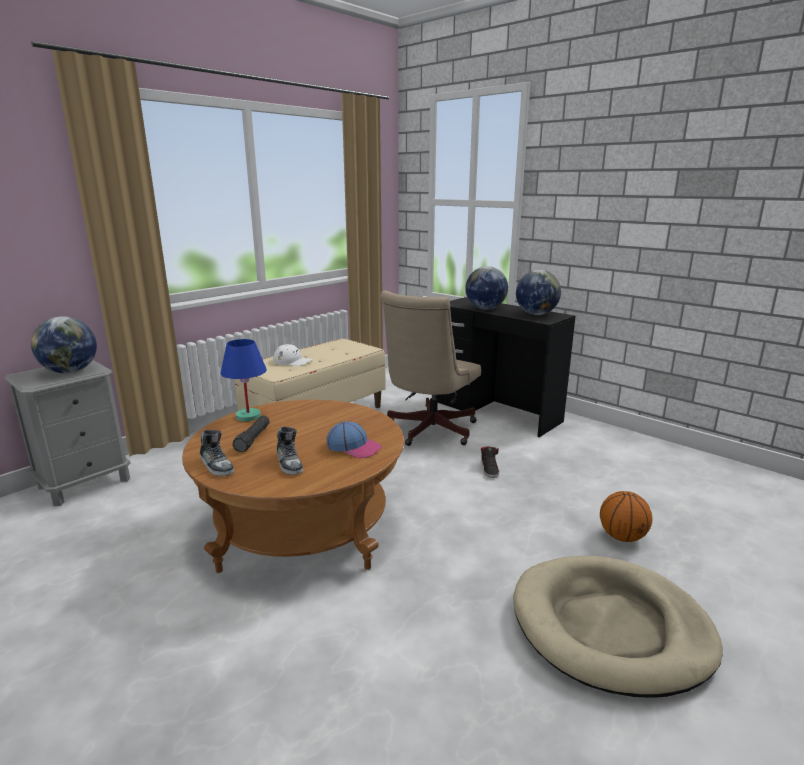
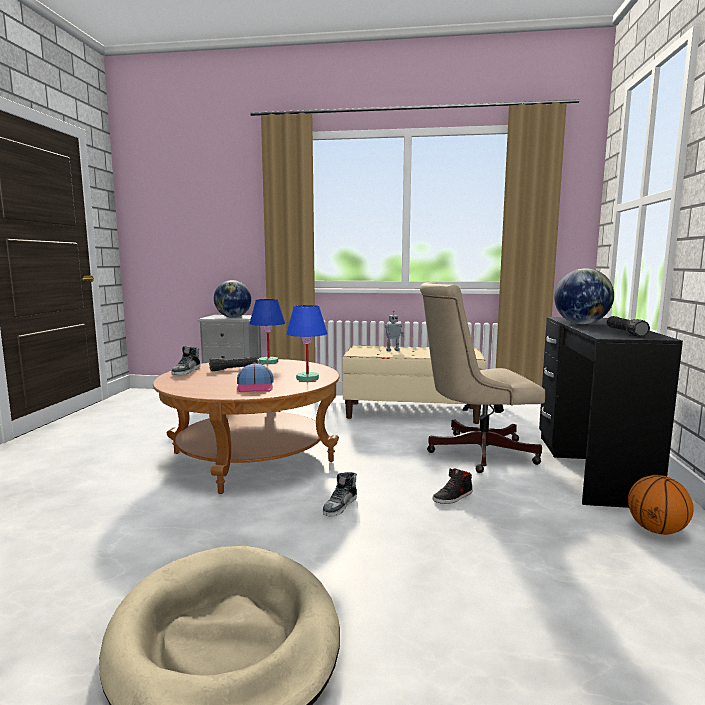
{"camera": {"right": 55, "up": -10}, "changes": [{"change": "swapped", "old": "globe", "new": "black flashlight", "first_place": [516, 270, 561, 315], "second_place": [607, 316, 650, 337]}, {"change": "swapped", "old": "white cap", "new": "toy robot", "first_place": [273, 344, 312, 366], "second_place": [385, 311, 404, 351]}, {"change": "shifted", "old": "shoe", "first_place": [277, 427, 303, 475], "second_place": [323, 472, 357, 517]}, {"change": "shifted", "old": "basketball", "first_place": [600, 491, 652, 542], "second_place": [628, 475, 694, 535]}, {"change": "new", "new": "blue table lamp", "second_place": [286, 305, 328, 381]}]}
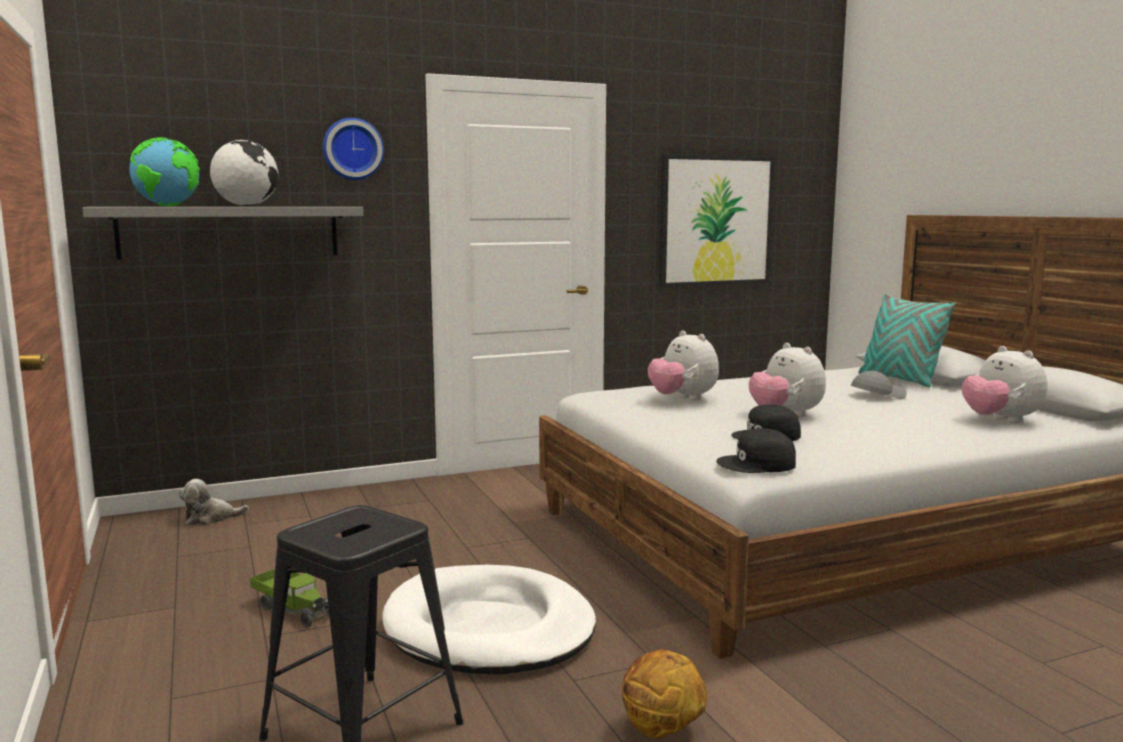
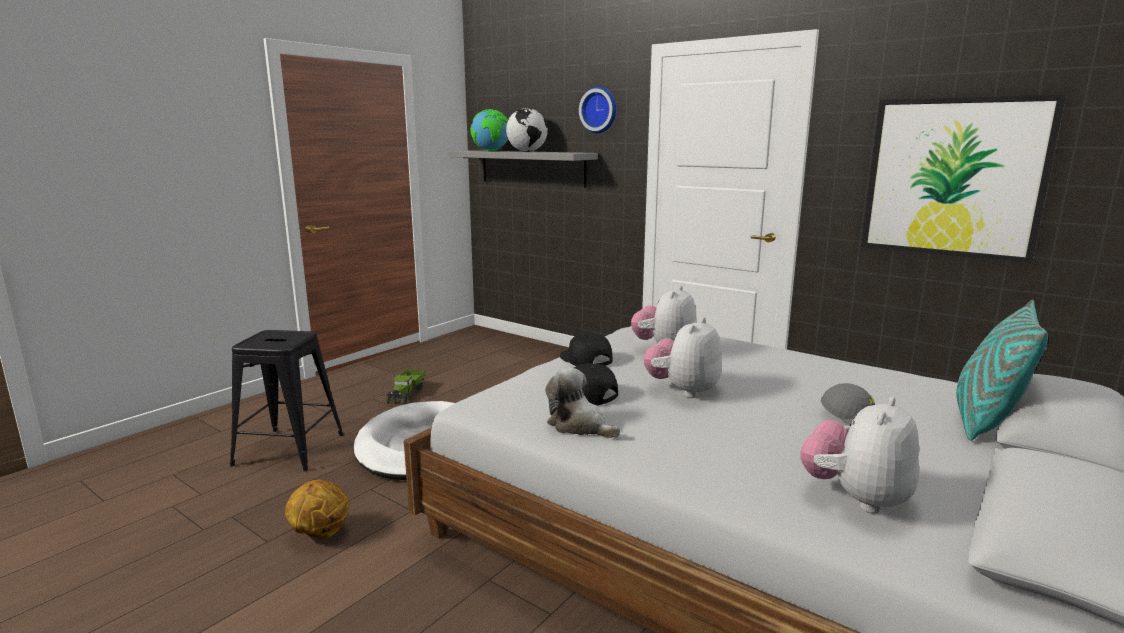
{"camera": {"right": 60, "up": 5}, "changes": [{"change": "shifted", "old": "black cap", "first_place": [716, 428, 796, 473], "second_place": [560, 333, 613, 366]}, {"change": "shifted", "old": "plush toy", "first_place": [179, 479, 249, 525], "second_place": [545, 367, 620, 438]}]}
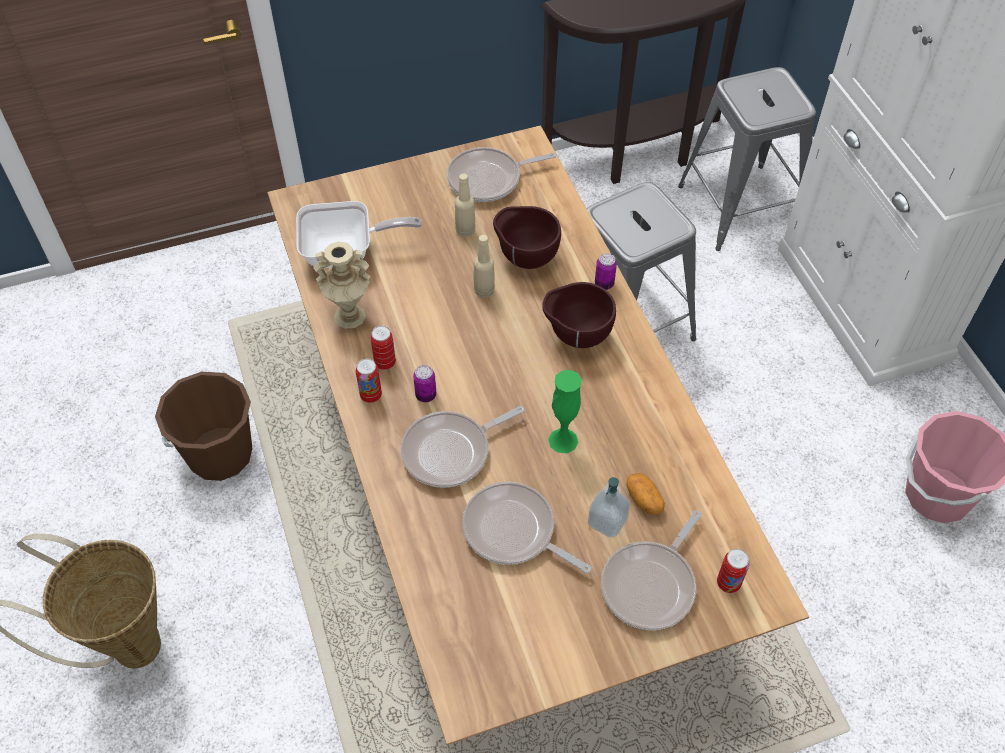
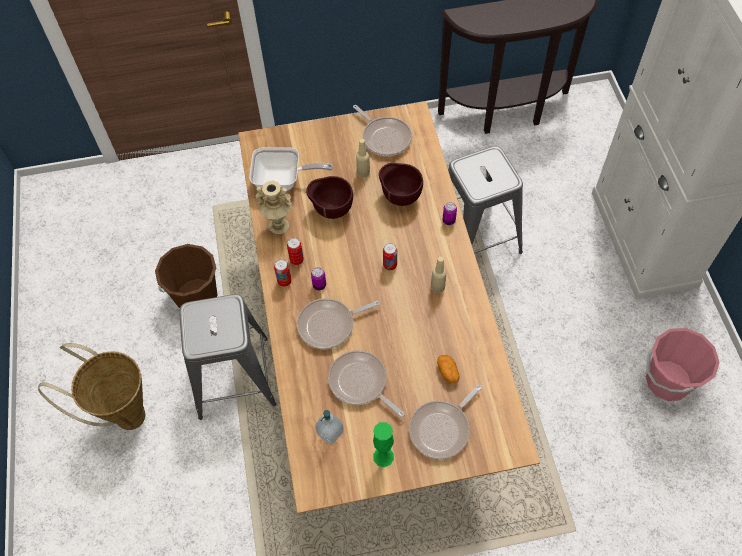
{"camera": {"right": 10, "up": 5}, "changes": [{"change": "shifted", "old": "grey stool", "first_place": [678, 67, 816, 251], "second_place": [179, 294, 276, 420]}, {"change": "rotated", "old": "frying pan", "first_place": [447, 147, 556, 202], "second_place": [353, 105, 412, 156], "degrees": -120}, {"change": "shifted", "old": "beige bottle", "first_place": [473, 235, 495, 298], "second_place": [431, 256, 447, 293]}, {"change": "shifted", "old": "brown bowl", "first_place": [542, 282, 616, 348], "second_place": [306, 176, 353, 219]}, {"change": "shifted", "old": "green vase", "first_place": [548, 370, 582, 453], "second_place": [373, 422, 394, 467]}, {"change": "shifted", "old": "soap dispenser", "first_place": [588, 477, 630, 538], "second_place": [315, 410, 344, 445]}, {"change": "shifted", "old": "can", "first_place": [717, 549, 750, 593], "second_place": [383, 243, 397, 271]}]}
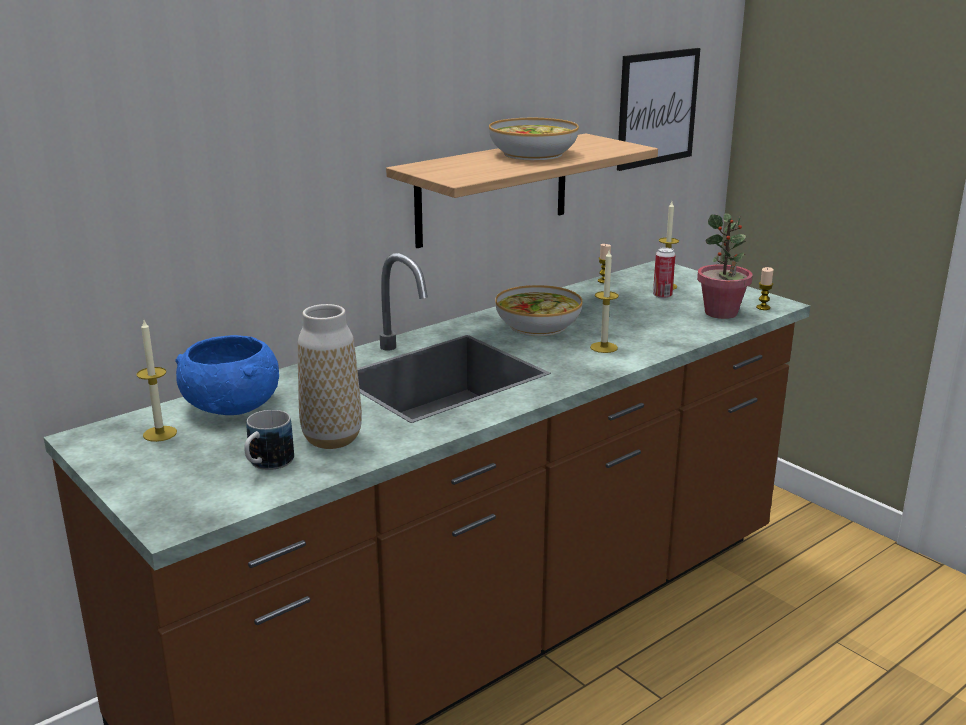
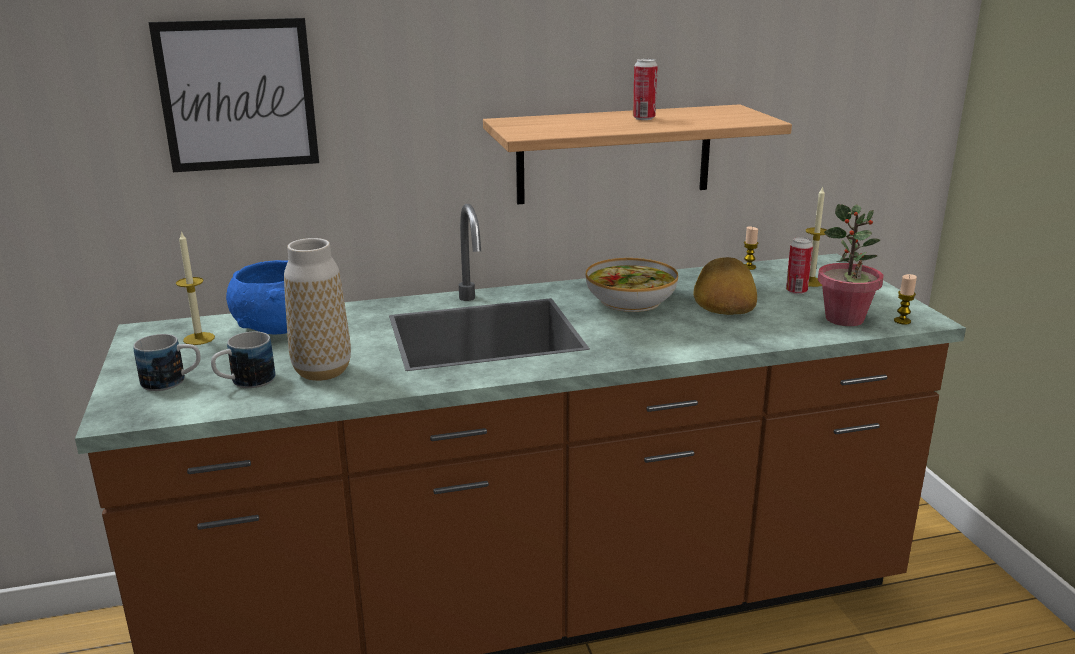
{"camera": {"right": 25, "up": 0}, "changes": [{"change": "shifted", "old": "picture", "first_place": [617, 48, 700, 171], "second_place": [149, 18, 319, 172]}, {"change": "swapped", "old": "bowl", "new": "can", "first_place": [489, 118, 579, 161], "second_place": [633, 59, 658, 120]}, {"change": "gone", "old": "candle", "first_place": [590, 250, 619, 353]}, {"change": "new", "new": "bread", "second_place": [693, 257, 757, 315]}, {"change": "new", "new": "mug", "second_place": [133, 334, 201, 391]}]}
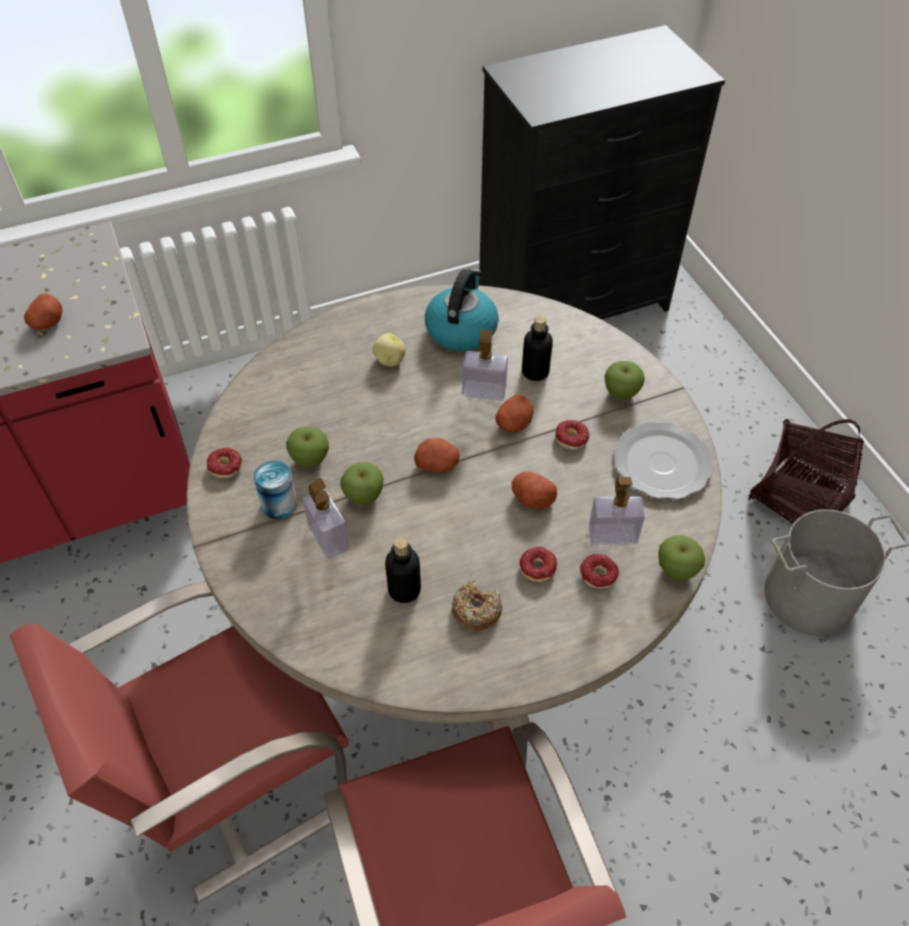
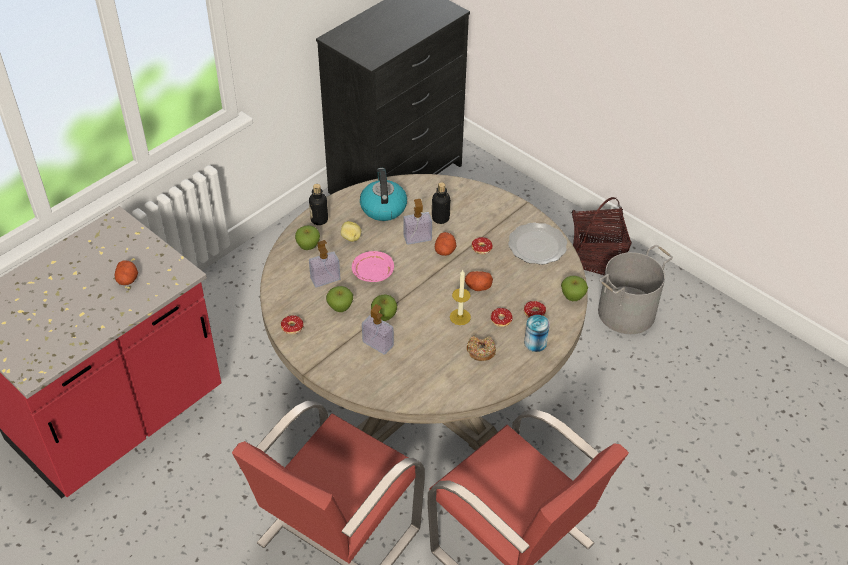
{"camera": {"right": -25, "up": -5}, "changes": [{"change": "shifted", "old": "apple", "first_place": [604, 361, 645, 400], "second_place": [295, 225, 320, 250]}, {"change": "gone", "old": "potato", "first_place": [414, 438, 460, 472]}, {"change": "shifted", "old": "can", "first_place": [253, 461, 298, 519], "second_place": [524, 315, 550, 352]}, {"change": "shifted", "old": "soap dispenser", "first_place": [589, 477, 645, 545], "second_place": [309, 240, 340, 287]}, {"change": "shifted", "old": "bottle", "first_place": [385, 537, 421, 603], "second_place": [309, 184, 328, 225]}, {"change": "new", "new": "pink plate", "second_place": [352, 251, 394, 282]}, {"change": "new", "new": "candle", "second_place": [450, 270, 471, 325]}]}
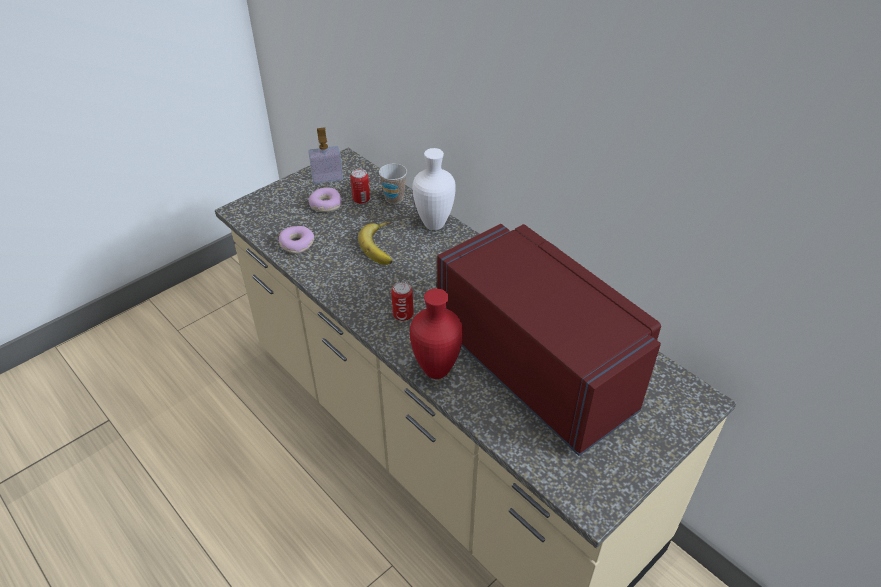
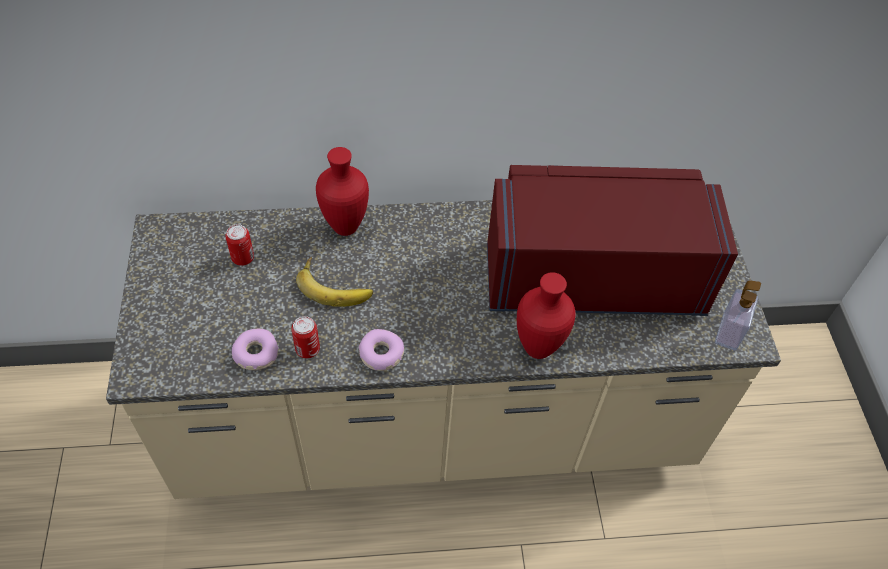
{"camera": {"right": -55, "up": 10}, "changes": [{"change": "shifted", "old": "soap dispenser", "first_place": [308, 127, 343, 184], "second_place": [715, 281, 761, 351]}, {"change": "repainted", "old": "white vase", "new": "red vase", "first_place": [413, 148, 456, 230], "second_place": [316, 147, 369, 236]}, {"change": "gone", "old": "cup", "first_place": [379, 163, 407, 204]}, {"change": "shifted", "old": "donut", "first_place": [309, 188, 342, 212], "second_place": [359, 329, 404, 371]}, {"change": "shifted", "old": "can", "first_place": [391, 282, 413, 321], "second_place": [291, 316, 320, 358]}]}
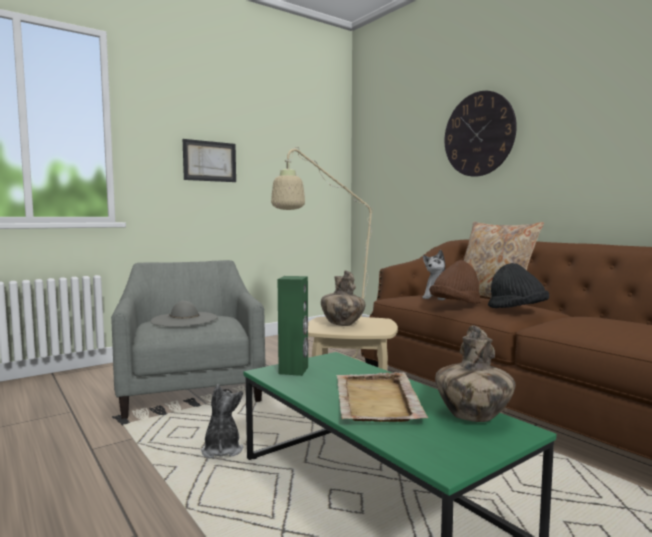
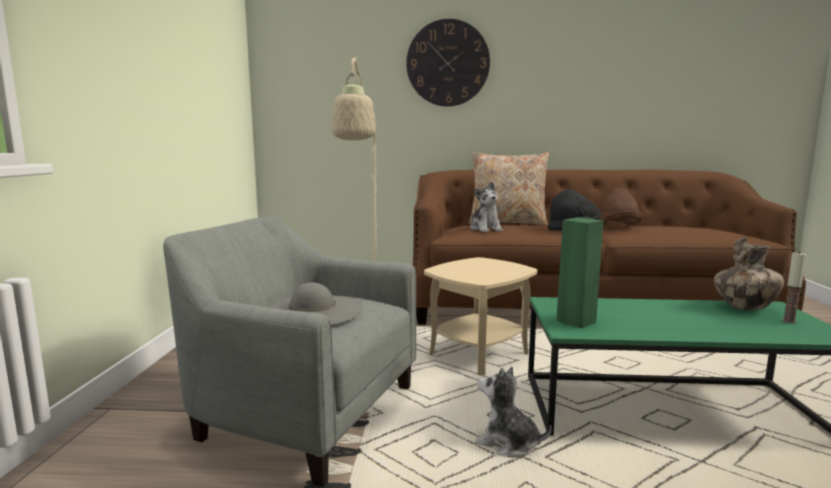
{"camera": {"right": -50, "up": 5}, "changes": [{"change": "gone", "old": "picture", "first_place": [183, 139, 236, 182]}, {"change": "shifted", "old": "brown hat", "first_place": [429, 260, 481, 304], "second_place": [599, 187, 643, 223]}, {"change": "gone", "old": "vase", "first_place": [321, 270, 365, 326]}, {"change": "gone", "old": "beige tray", "first_place": [336, 372, 428, 422]}, {"change": "new", "new": "candle", "second_place": [782, 251, 806, 323]}]}
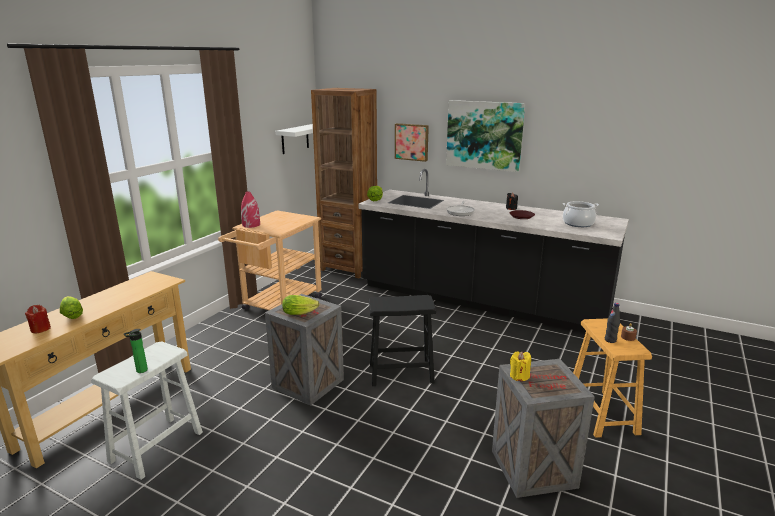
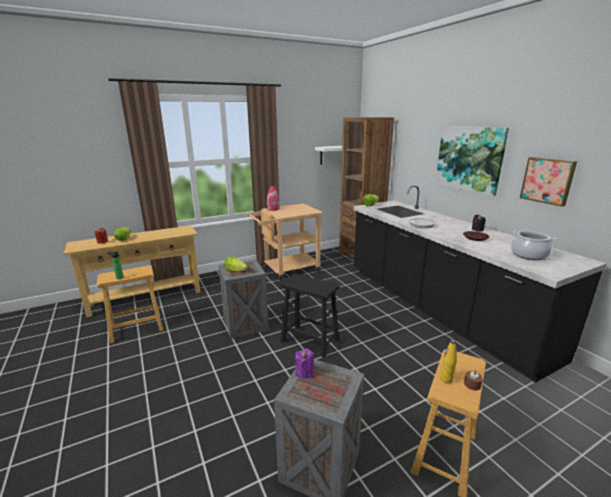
{"camera": {"right": 35, "up": 0}, "changes": [{"change": "shifted", "old": "picture", "first_place": [395, 123, 429, 162], "second_place": [520, 157, 577, 207]}, {"change": "repainted", "old": "black bottle", "new": "yellow bottle", "first_place": [605, 303, 620, 343], "second_place": [440, 340, 457, 383]}, {"change": "repainted", "old": "white stool", "new": "brown stool", "first_place": [91, 341, 203, 480], "second_place": [97, 265, 163, 343]}, {"change": "repainted", "old": "yellow candle", "new": "purple candle", "first_place": [510, 352, 531, 381], "second_place": [295, 348, 314, 379]}]}
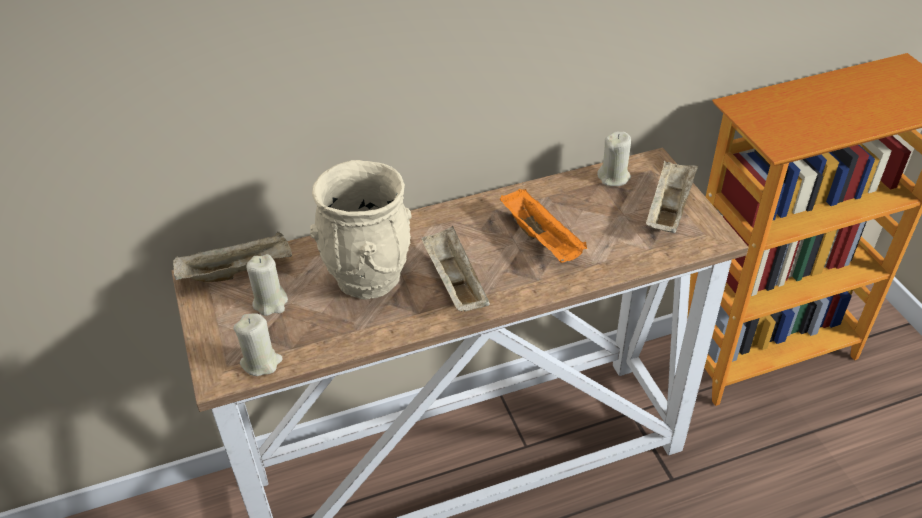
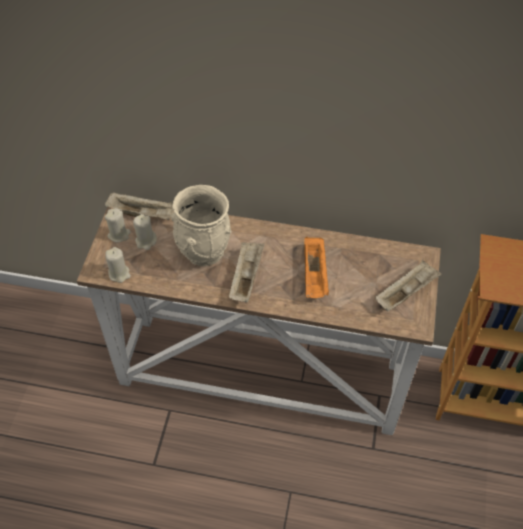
{"camera": {"right": 30, "up": 10}, "changes": [{"change": "shifted", "old": "beige candle", "first_place": [597, 131, 631, 186], "second_place": [105, 208, 131, 242]}]}
